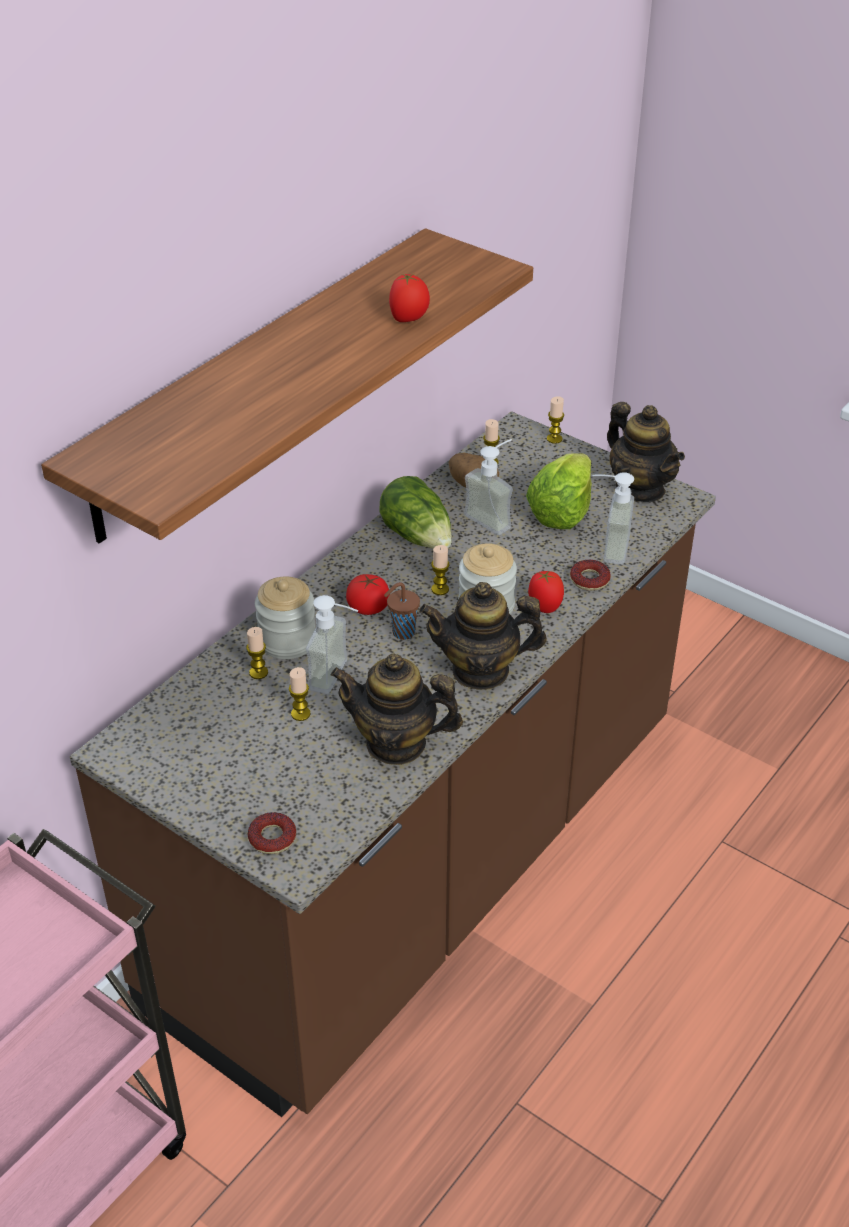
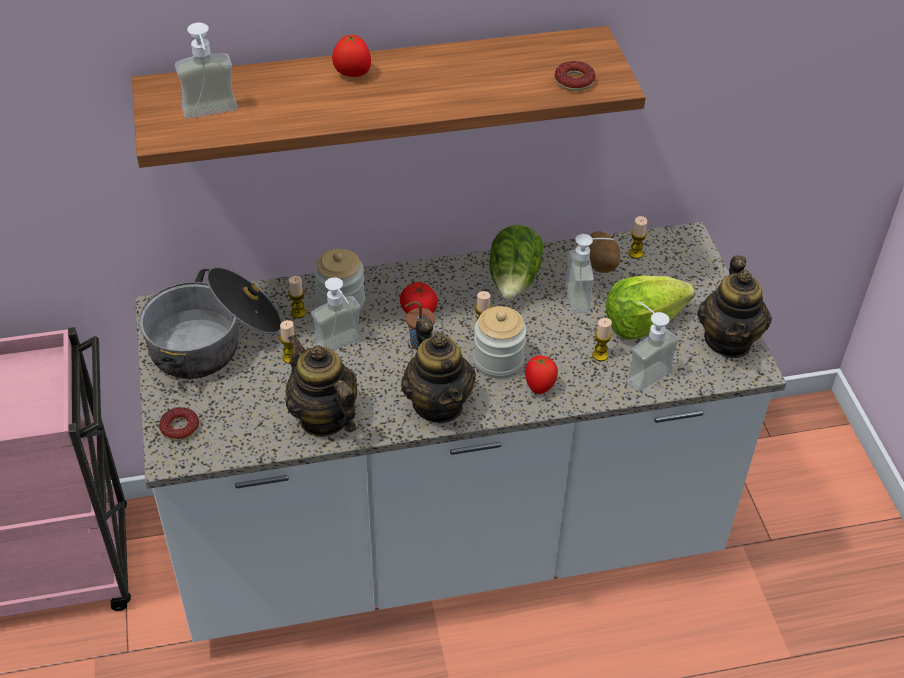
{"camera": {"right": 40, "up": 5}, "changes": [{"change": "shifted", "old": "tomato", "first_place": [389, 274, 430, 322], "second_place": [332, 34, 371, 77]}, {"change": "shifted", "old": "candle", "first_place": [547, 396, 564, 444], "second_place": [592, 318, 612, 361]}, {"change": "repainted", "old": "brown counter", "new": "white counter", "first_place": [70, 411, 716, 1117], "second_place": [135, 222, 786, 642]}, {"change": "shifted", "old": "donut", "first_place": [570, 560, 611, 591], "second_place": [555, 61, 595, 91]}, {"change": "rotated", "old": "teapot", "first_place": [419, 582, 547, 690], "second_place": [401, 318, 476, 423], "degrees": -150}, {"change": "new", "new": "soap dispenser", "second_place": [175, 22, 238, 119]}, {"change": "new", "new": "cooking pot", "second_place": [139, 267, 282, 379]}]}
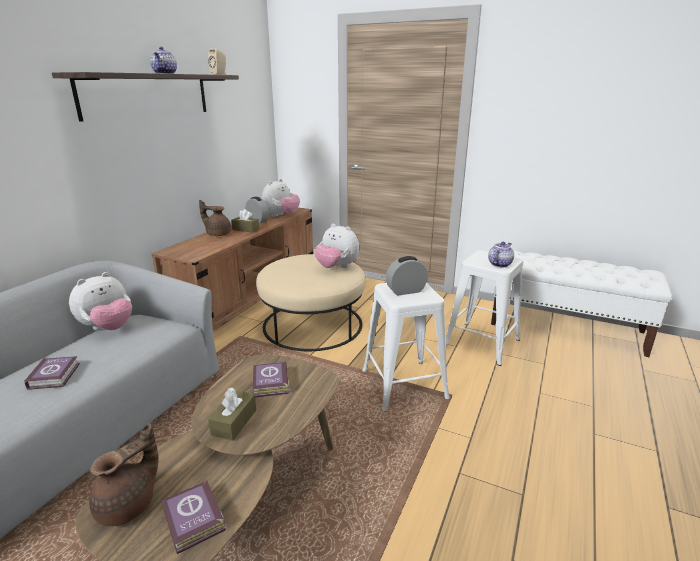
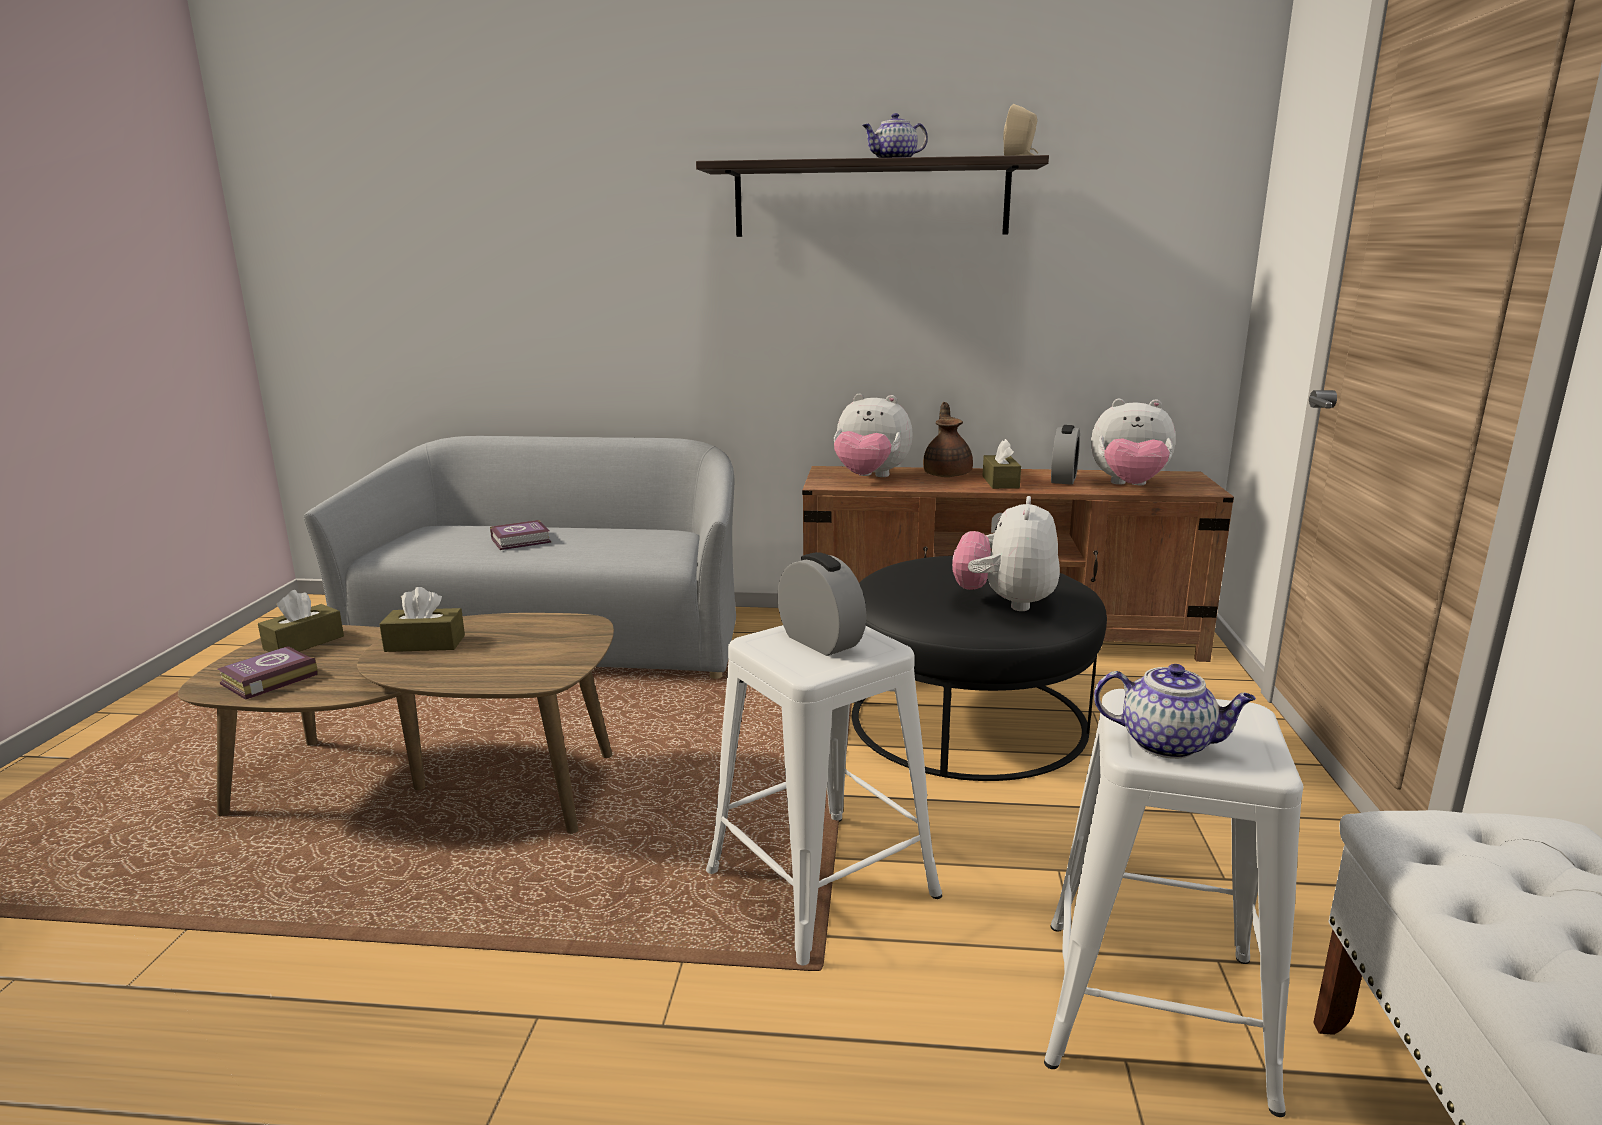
{"camera": {"right": 70, "up": -5}, "changes": [{"change": "repainted", "old": "beige ottoman", "new": "black ottoman", "first_place": [256, 254, 365, 351], "second_place": [852, 556, 1107, 781]}, {"change": "shifted", "old": "plush toy", "first_place": [69, 272, 132, 330], "second_place": [834, 393, 913, 477]}, {"change": "gone", "old": "book", "first_place": [253, 361, 289, 397]}, {"change": "swapped", "old": "brown teapot", "new": "brown tissue box", "first_place": [89, 423, 158, 526], "second_place": [258, 590, 344, 652]}]}
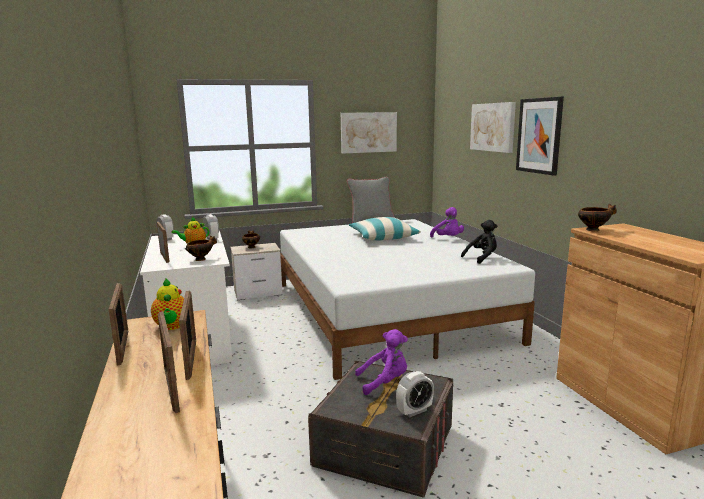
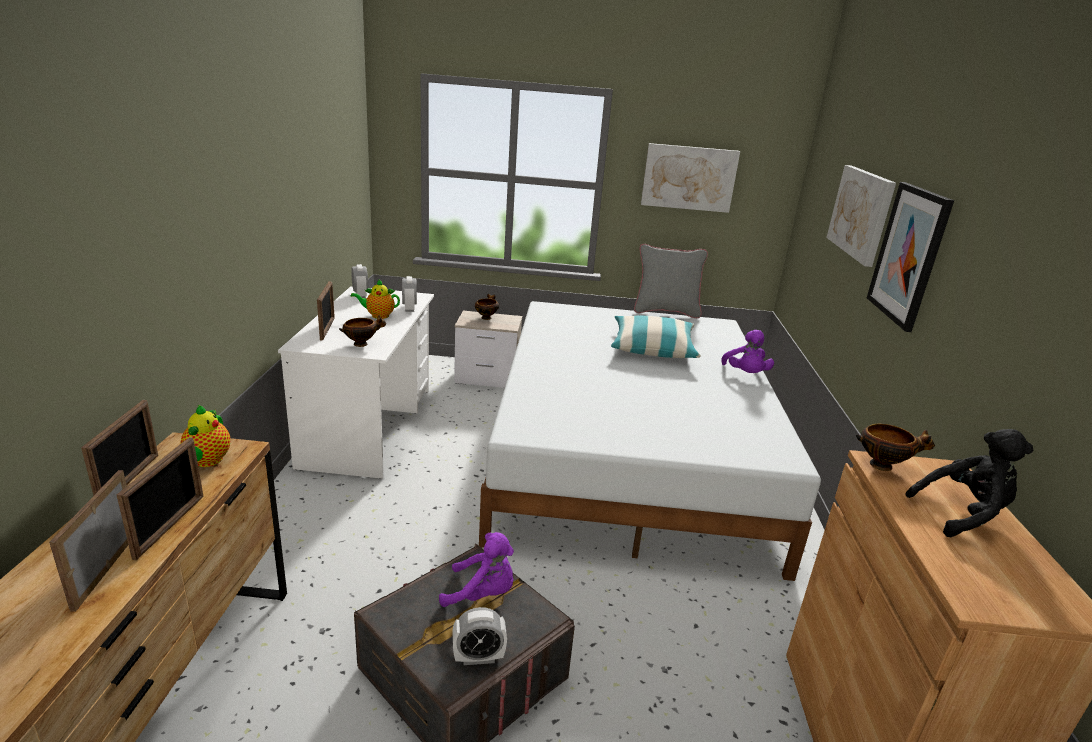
{"camera": {"right": 20, "up": 10}, "changes": [{"change": "shifted", "old": "black plush toy", "first_place": [461, 220, 497, 264], "second_place": [906, 429, 1034, 537]}]}
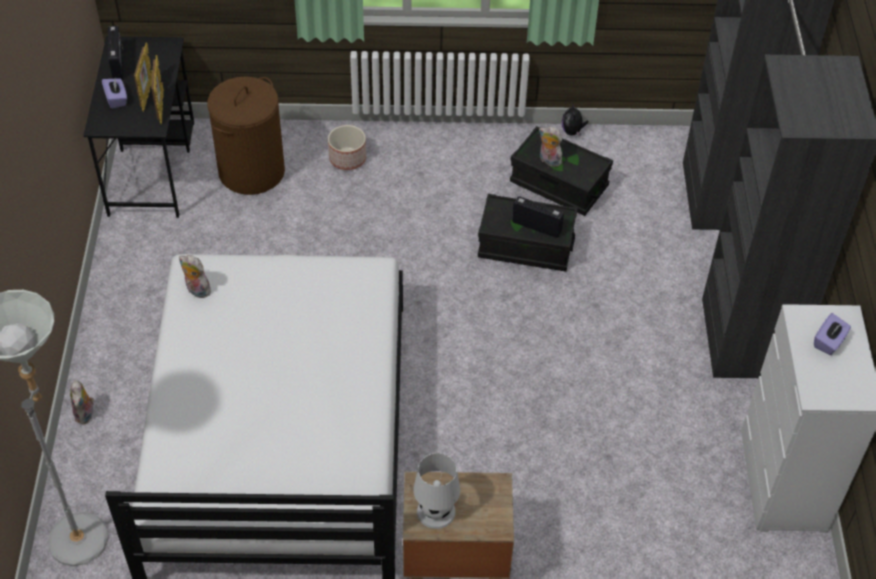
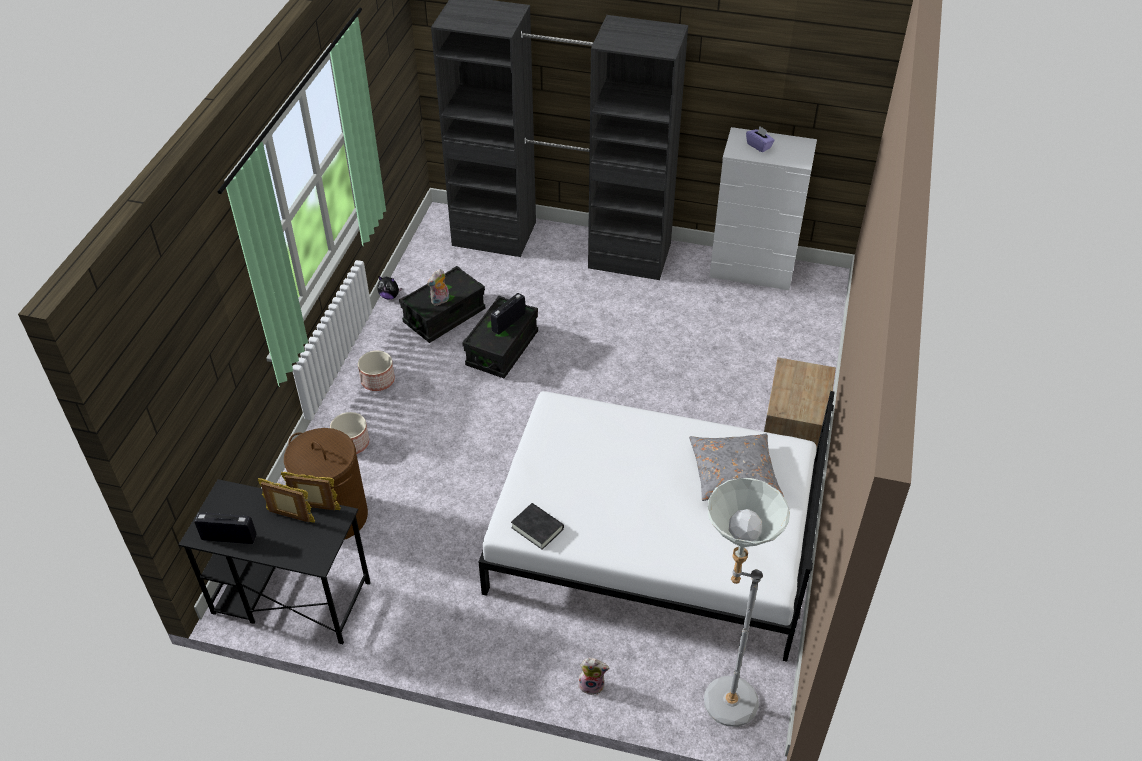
{"camera": {"right": -75, "up": -5}, "changes": [{"change": "gone", "old": "purple tissue box", "first_place": [102, 78, 127, 109]}, {"change": "swapped", "old": "plush toy", "new": "black book", "first_place": [179, 255, 212, 298], "second_place": [511, 503, 564, 550]}, {"change": "gone", "old": "white table lamp", "first_place": [413, 453, 460, 529]}, {"change": "new", "new": "planter", "second_place": [358, 351, 395, 391]}, {"change": "new", "new": "grey pillow", "second_place": [689, 434, 784, 501]}]}
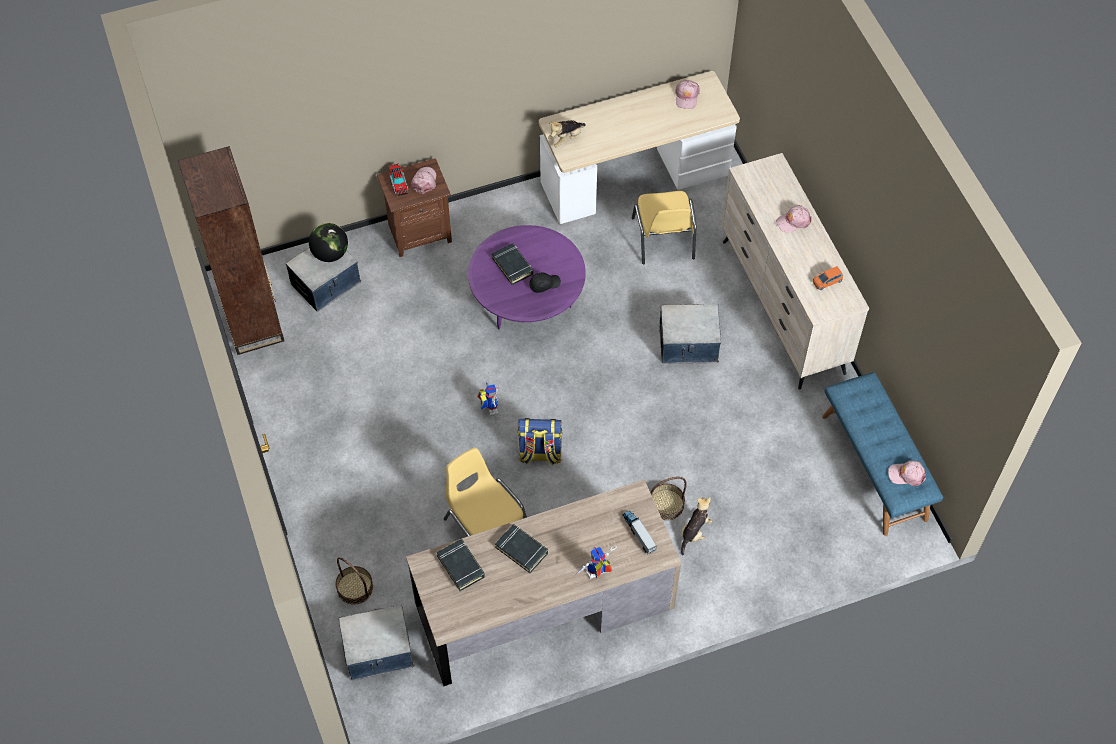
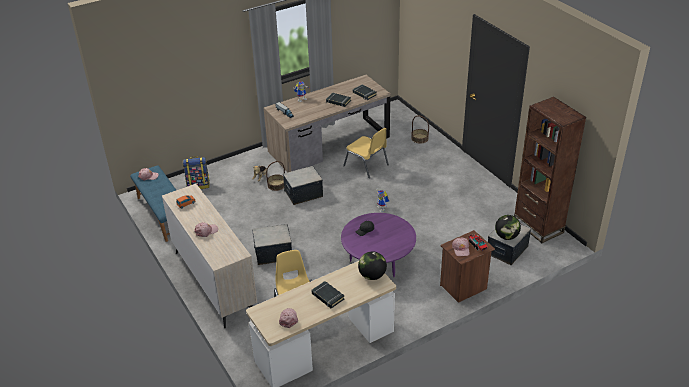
{"camera": {"right": 170, "up": -20}, "changes": [{"change": "swapped", "old": "plush toy", "new": "globe", "first_place": [548, 120, 586, 148], "second_place": [358, 251, 387, 280]}, {"change": "shifted", "old": "black book", "first_place": [492, 243, 533, 285], "second_place": [311, 281, 345, 308]}, {"change": "shifted", "old": "backpack", "first_place": [518, 418, 562, 466], "second_place": [182, 156, 209, 189]}, {"change": "shifted", "old": "storage box", "first_place": [339, 605, 415, 680], "second_place": [283, 166, 323, 205]}]}
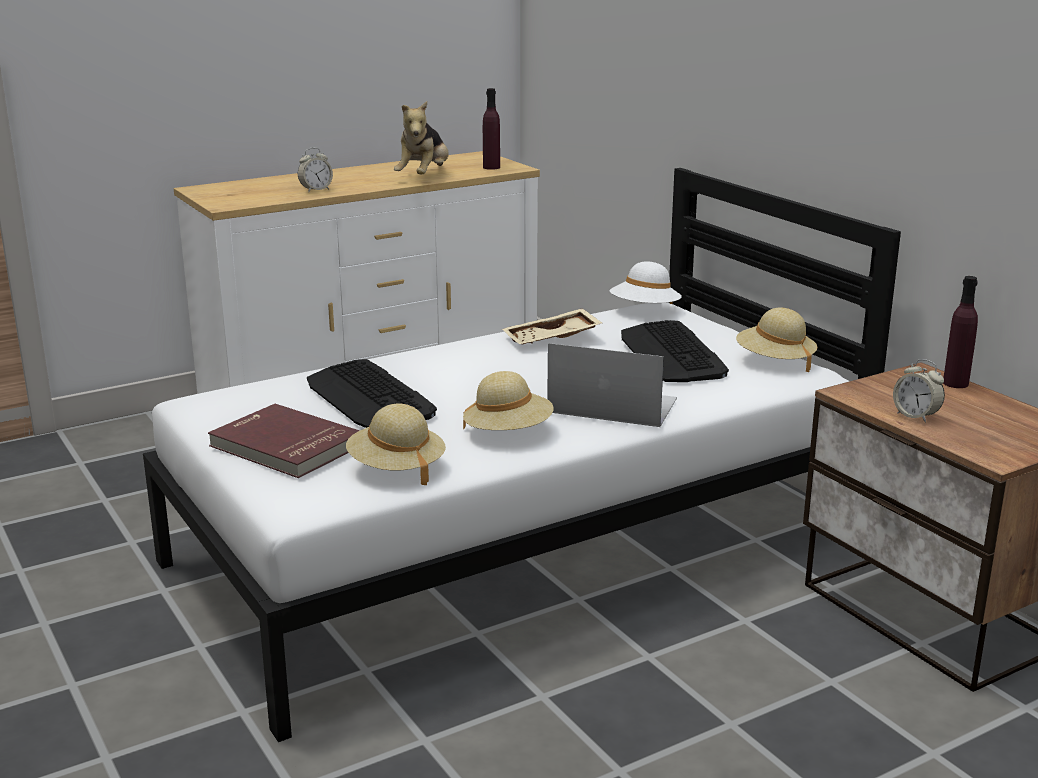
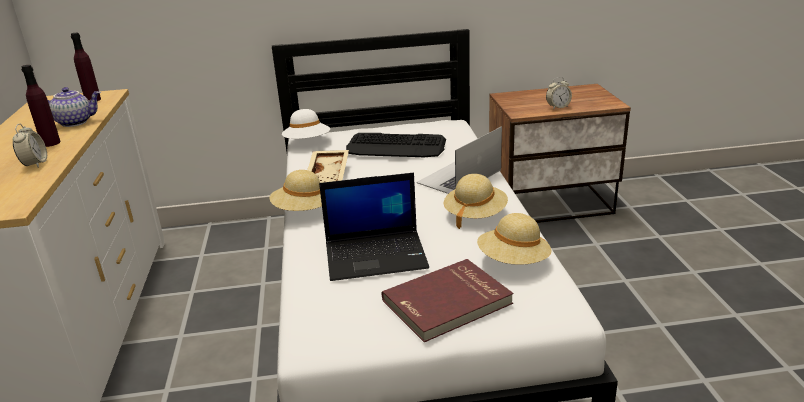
{"camera": {"right": -65, "up": 5}, "changes": [{"change": "swapped", "old": "plush toy", "new": "teapot", "first_place": [394, 101, 449, 174], "second_place": [48, 87, 101, 127]}, {"change": "shifted", "old": "purple bottle", "first_place": [943, 276, 978, 388], "second_place": [21, 65, 61, 147]}, {"change": "shifted", "old": "beige hat", "first_place": [736, 308, 817, 372], "second_place": [270, 170, 322, 211]}, {"change": "swapped", "old": "keyboard", "new": "laptop", "first_place": [307, 359, 437, 428], "second_place": [319, 172, 429, 281]}]}
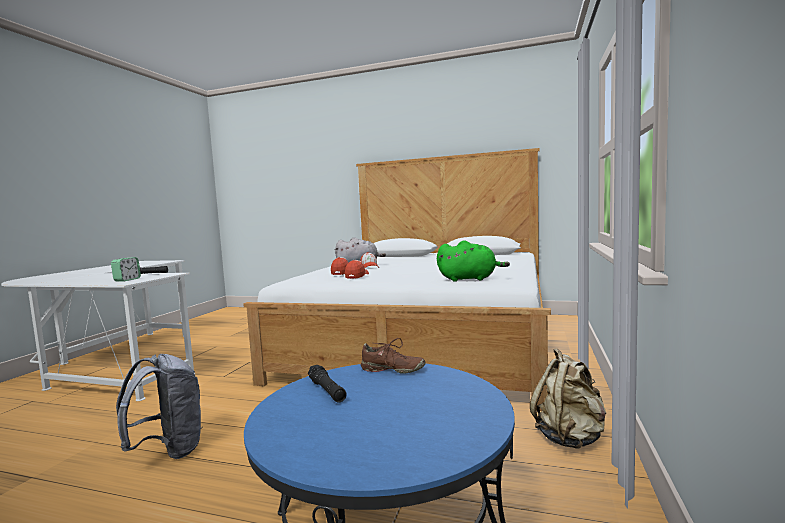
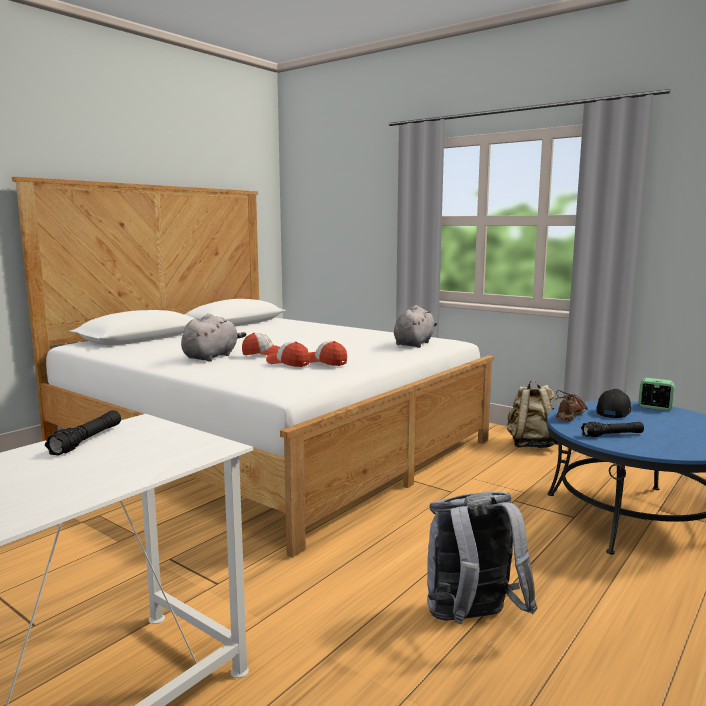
{"camera": {"right": -70, "up": 5}, "changes": [{"change": "repainted", "old": "green plush toy", "new": "grey plush toy", "first_place": [437, 240, 510, 282], "second_place": [394, 305, 437, 348]}, {"change": "shifted", "old": "alarm clock", "first_place": [111, 257, 141, 282], "second_place": [638, 378, 675, 411]}, {"change": "new", "new": "black cap", "second_place": [596, 389, 631, 418]}]}
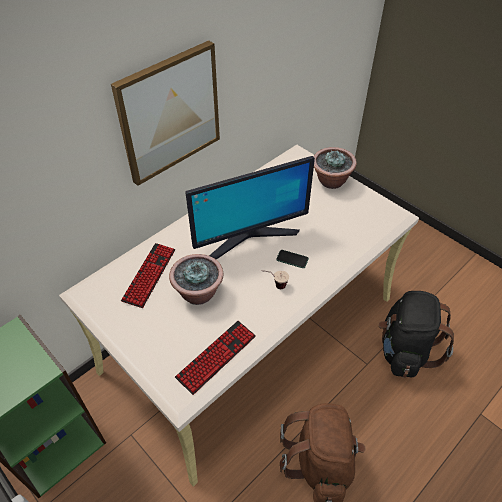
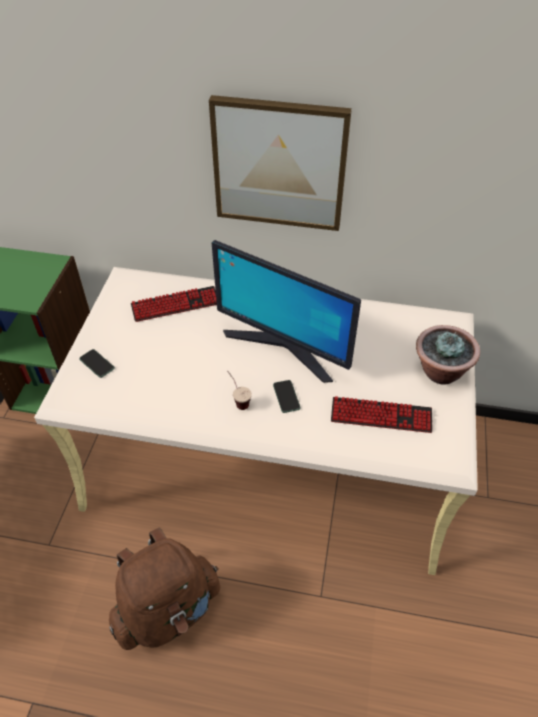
{"camera": {"right": 55, "up": 0}, "changes": [{"change": "gone", "old": "potted plant", "first_place": [169, 254, 224, 305]}, {"change": "gone", "old": "black backpack", "first_place": [378, 291, 454, 378]}, {"change": "shifted", "old": "keyboard", "first_place": [175, 321, 256, 395], "second_place": [331, 396, 432, 433]}, {"change": "new", "new": "phone", "second_place": [79, 349, 115, 378]}]}
